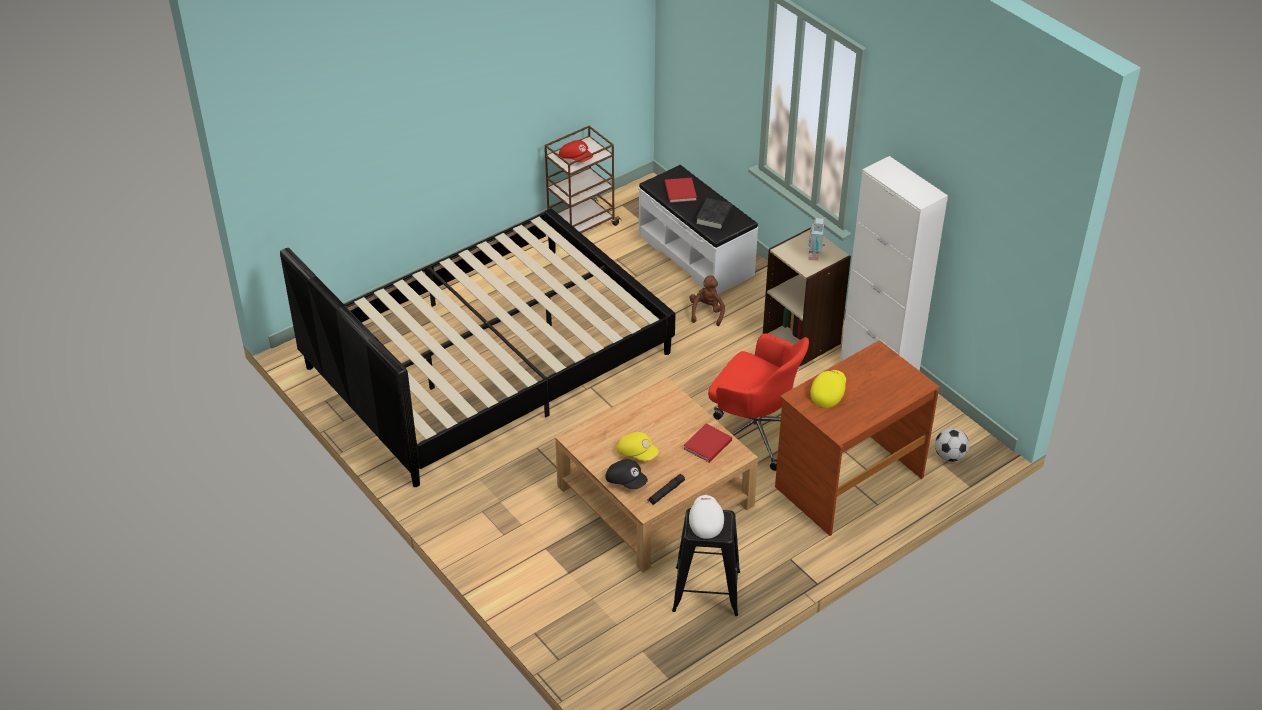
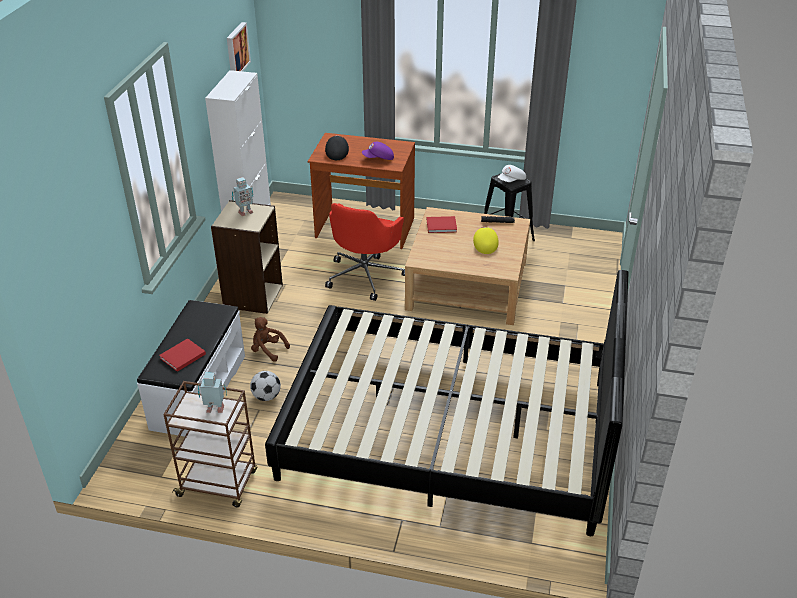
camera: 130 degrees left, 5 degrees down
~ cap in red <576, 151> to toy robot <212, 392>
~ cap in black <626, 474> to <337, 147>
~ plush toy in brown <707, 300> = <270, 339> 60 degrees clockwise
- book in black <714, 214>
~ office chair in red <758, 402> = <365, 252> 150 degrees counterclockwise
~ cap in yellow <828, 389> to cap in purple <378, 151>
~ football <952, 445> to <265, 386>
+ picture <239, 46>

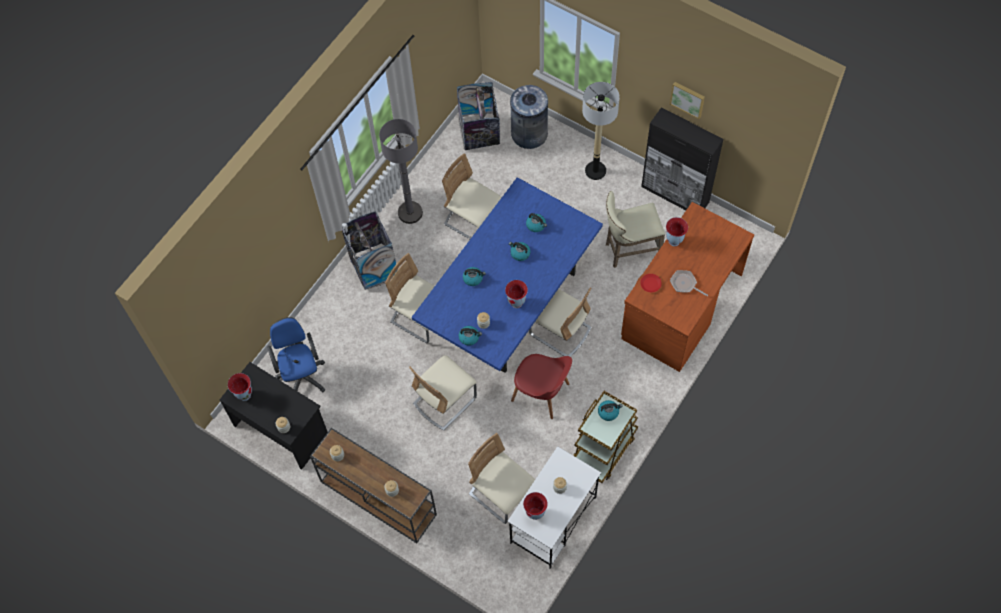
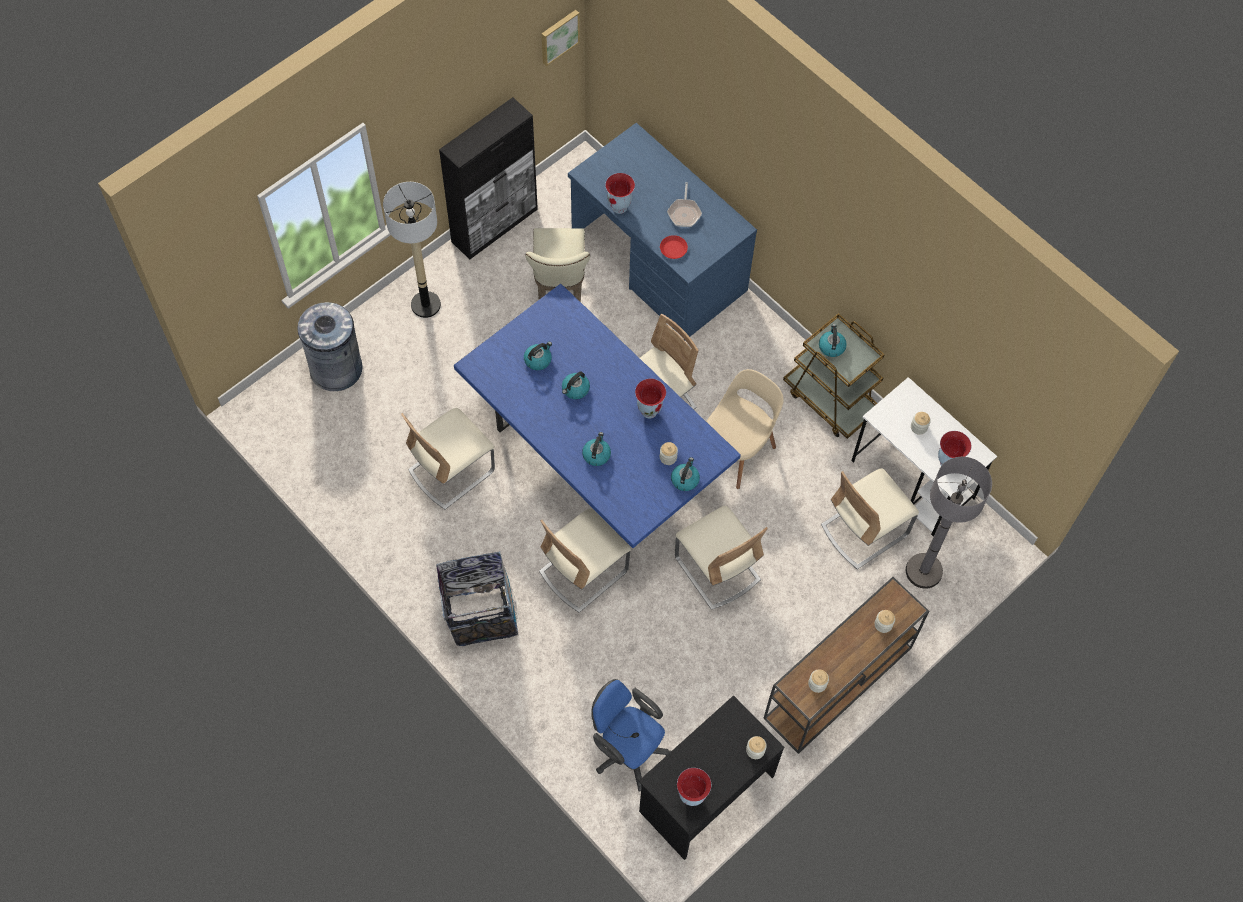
camera: 80 degrees left, 0 degrees up
~ office chair in blue <296, 354> = <631, 735> 45 degrees clockwise
~ floor lamp in grey <401, 171> to <949, 523>
- trash can <478, 116>
~ chair in red <541, 386> to chair in beige <745, 429>
~ desk in brown <687, 287> to desk in blue <662, 232>
~ picture <687, 100> to <561, 38>
~ frying pan <689, 283> = <684, 204> 45 degrees counterclockwise

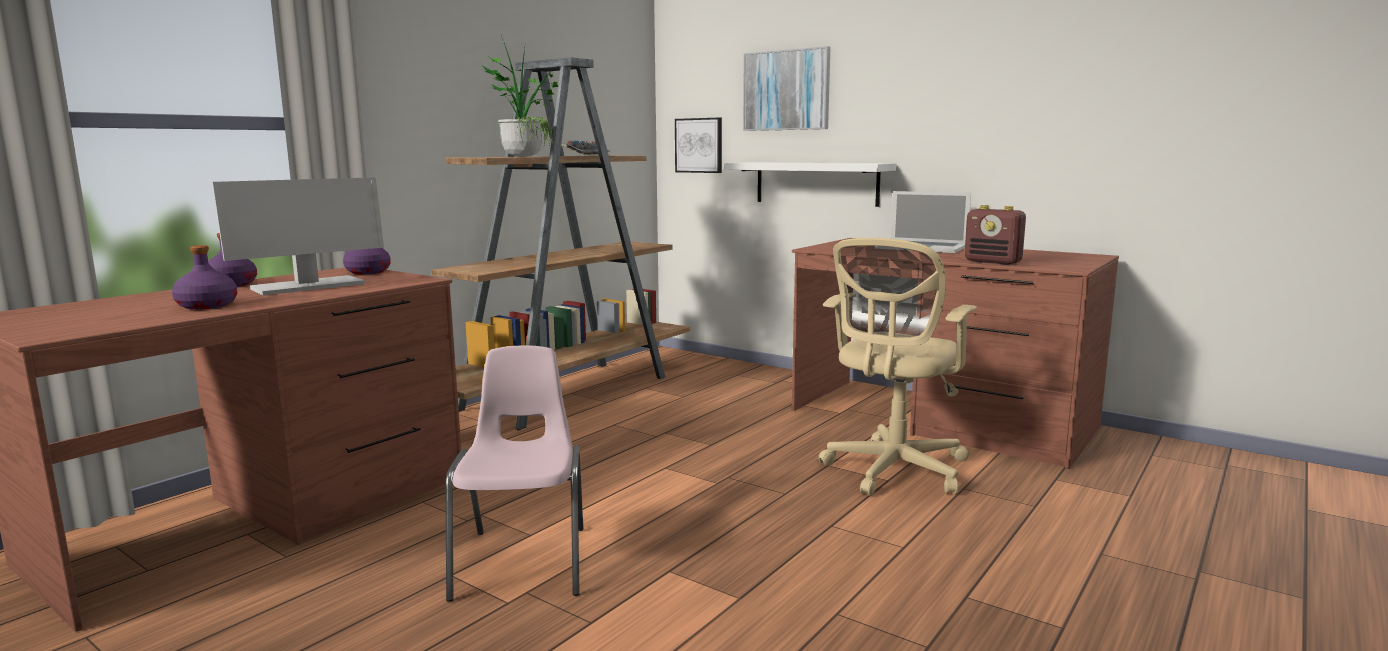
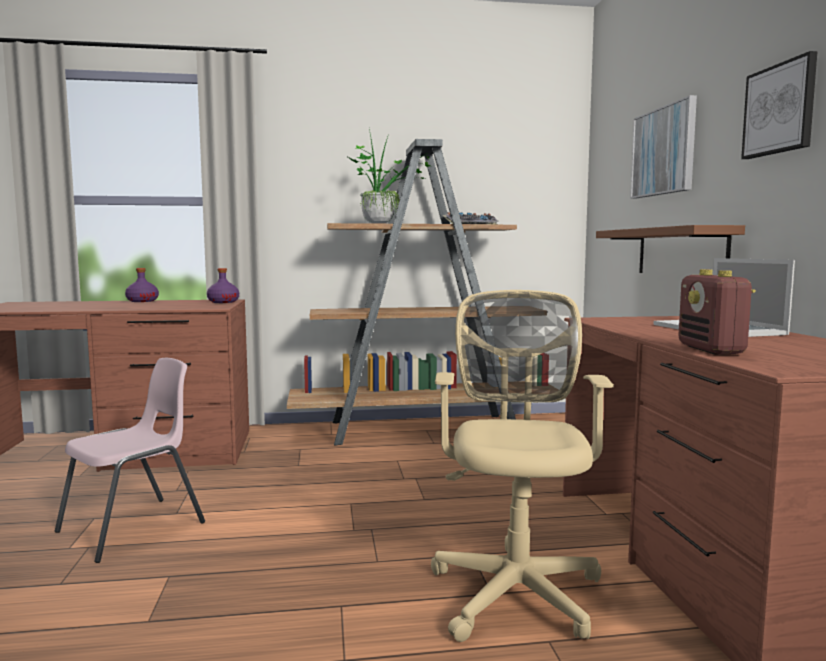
camera: 45 degrees right, 5 degrees down
- bottle in purple <204, 277>
- monitor <298, 236>
~ picture <698, 145> to <779, 105>
~ shelf in white <810, 184> to shelf in brown <670, 249>
~ office chair in beige <897, 367> = <522, 466> 105 degrees clockwise

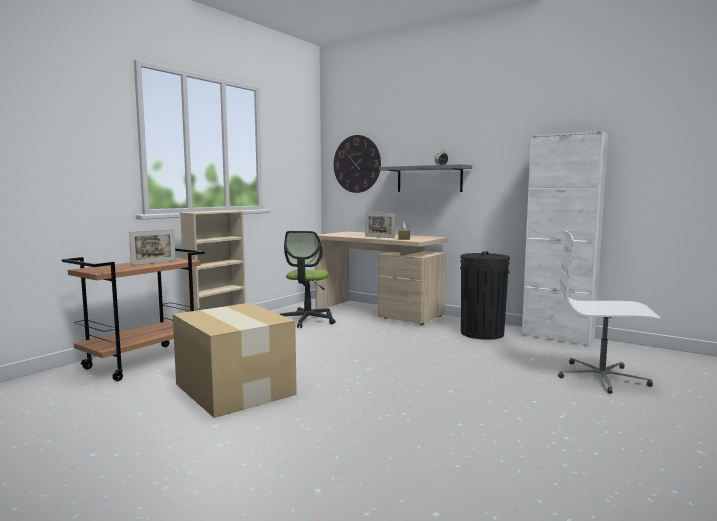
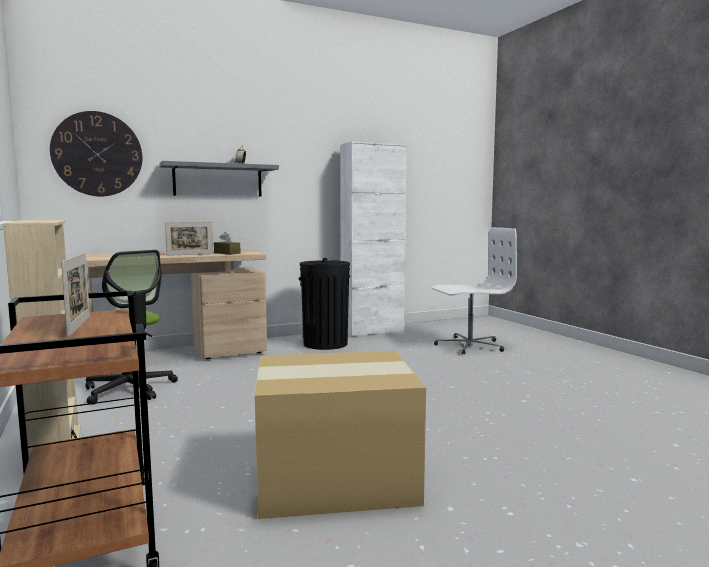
camera: 60 degrees left, 0 degrees up
~ office chair in white <609, 312> = <474, 290> 150 degrees counterclockwise

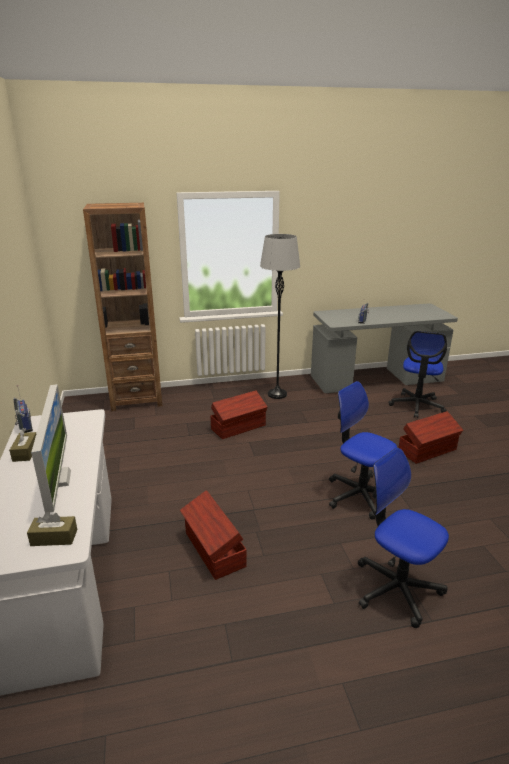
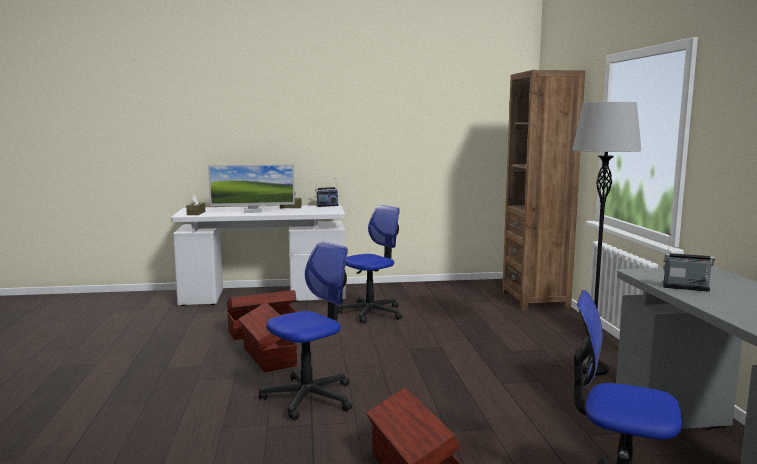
camera: 95 degrees right, 15 degrees down
~ storage box in brown <239, 414> to <267, 337>
~ office chair <403, 538> to <370, 264>

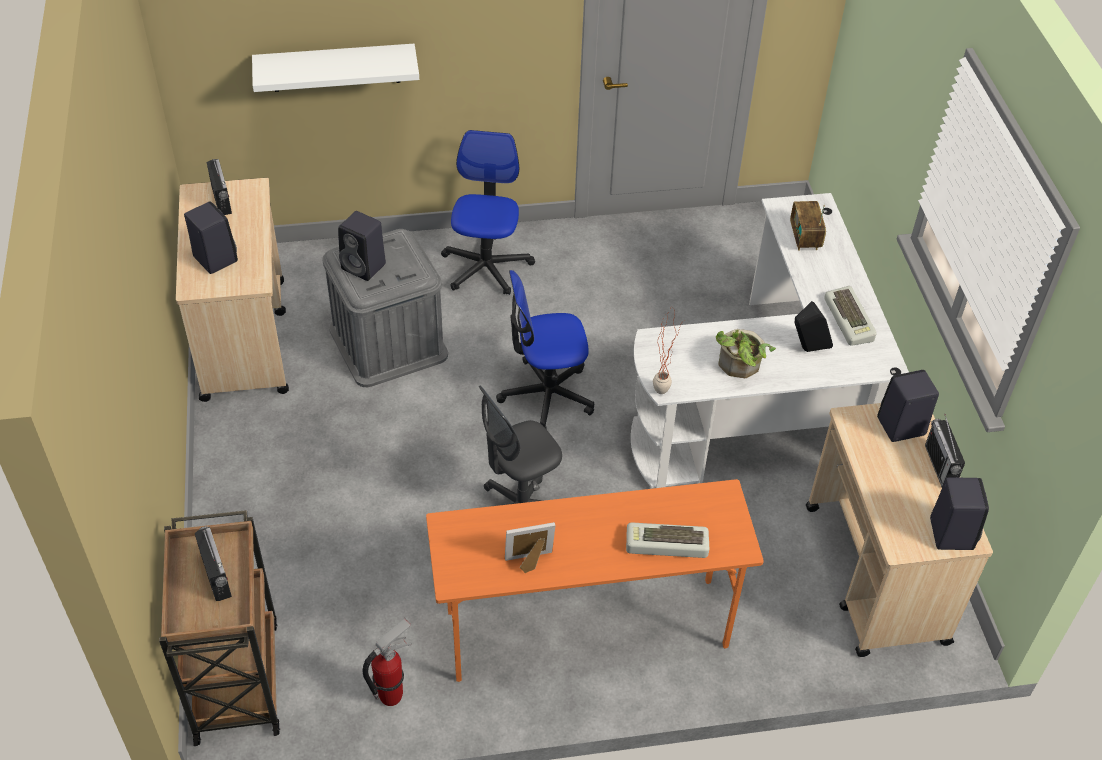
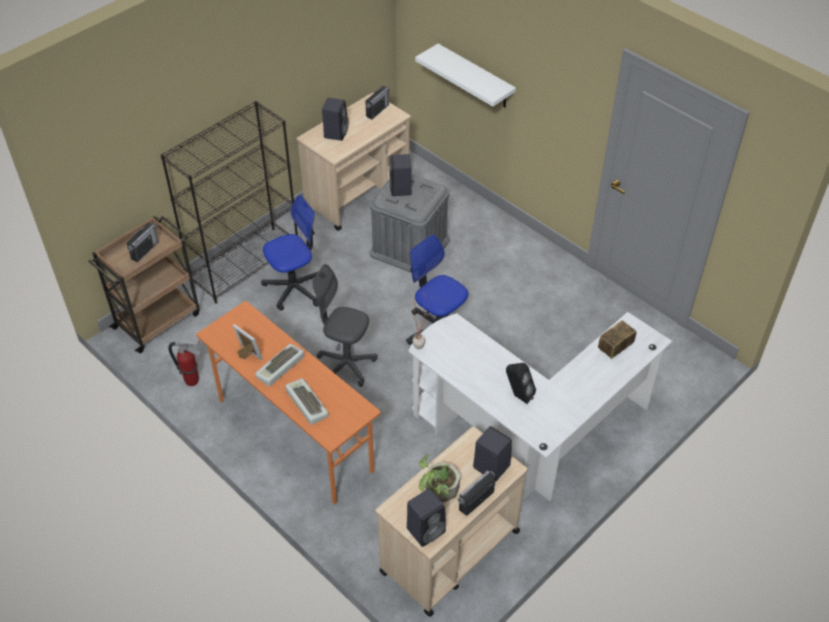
camera: 55 degrees right, 0 degrees up
~ office chair <488, 212> to <290, 253>
~ potted plant <746, 354> to <439, 478>
~ keyboard <850, 316> to <279, 365>
+ bookcase in black <229, 202>

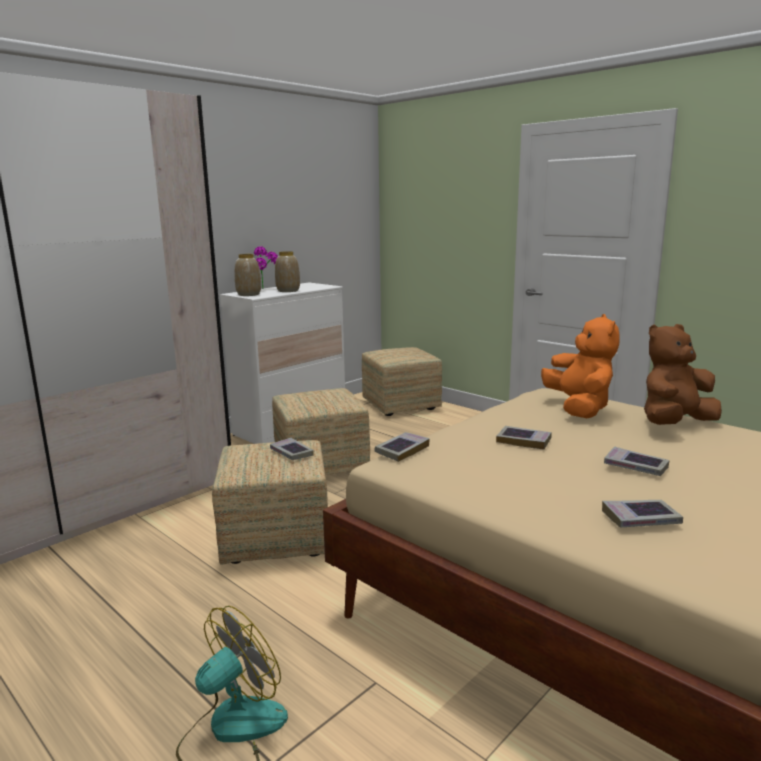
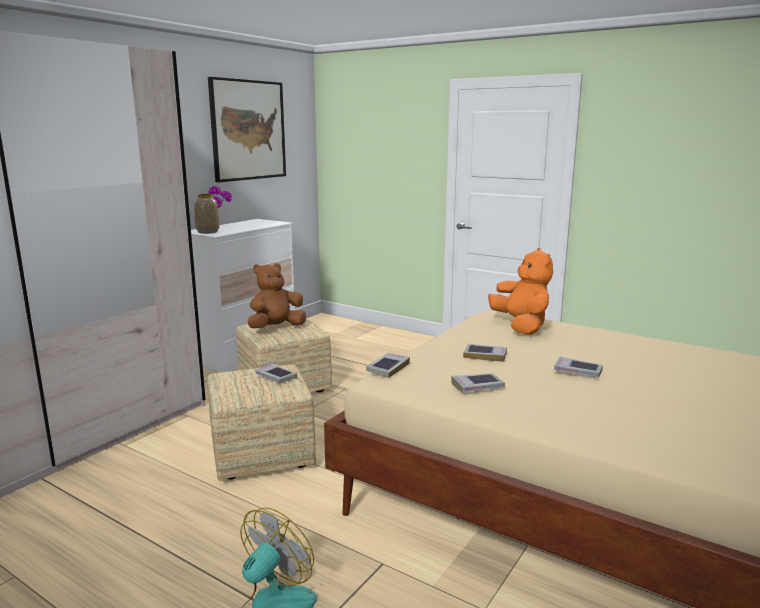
camera: 10 degrees left, 0 degrees up
- vase <287, 271>
- ottoman <402, 381>
~ book <642, 514> to <478, 382>
~ plush toy in brown <683, 374> to <277, 295>
+ picture <247, 129>

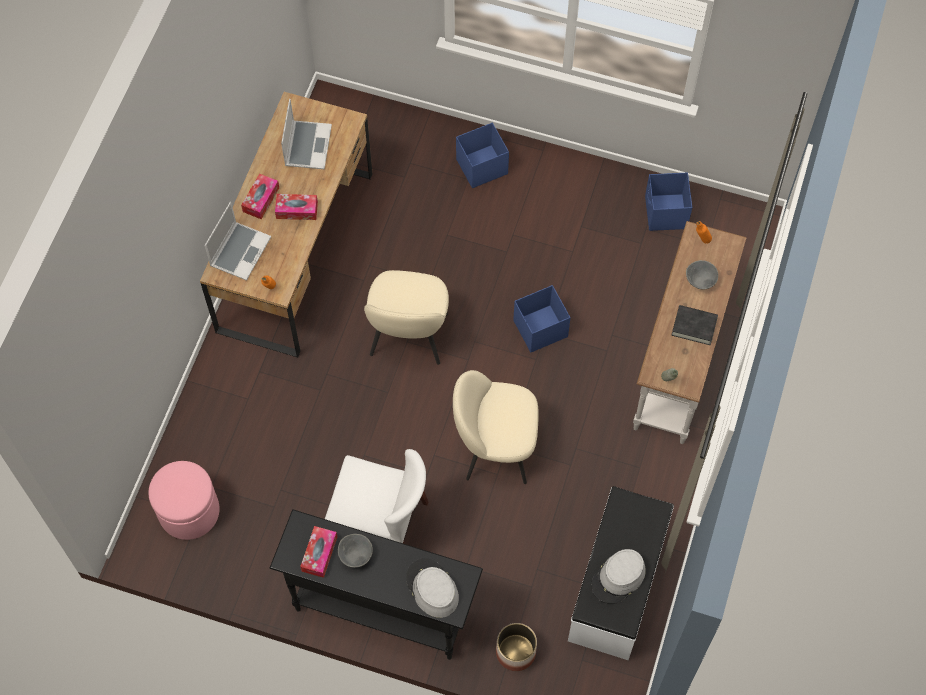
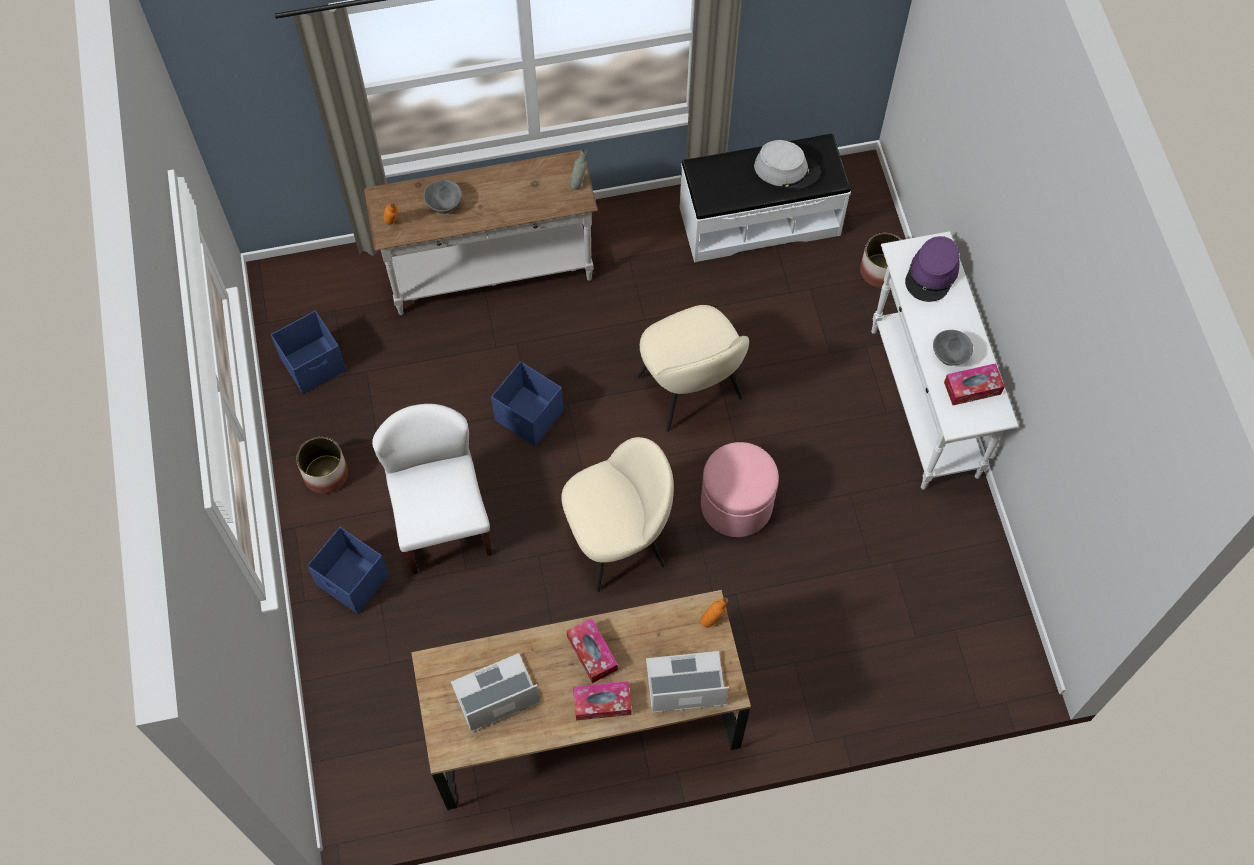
camera: 120 degrees left, 0 degrees up
~ ottoman in pink <184, 500> to <740, 489>
~ console table in black <376, 584> to console table in white <945, 360>
~ chair in white <376, 496> to <432, 489>
~ hat in grey <432, 588> to hat in purple <932, 269>
- book in black <694, 325>
+ planter <322, 465>

